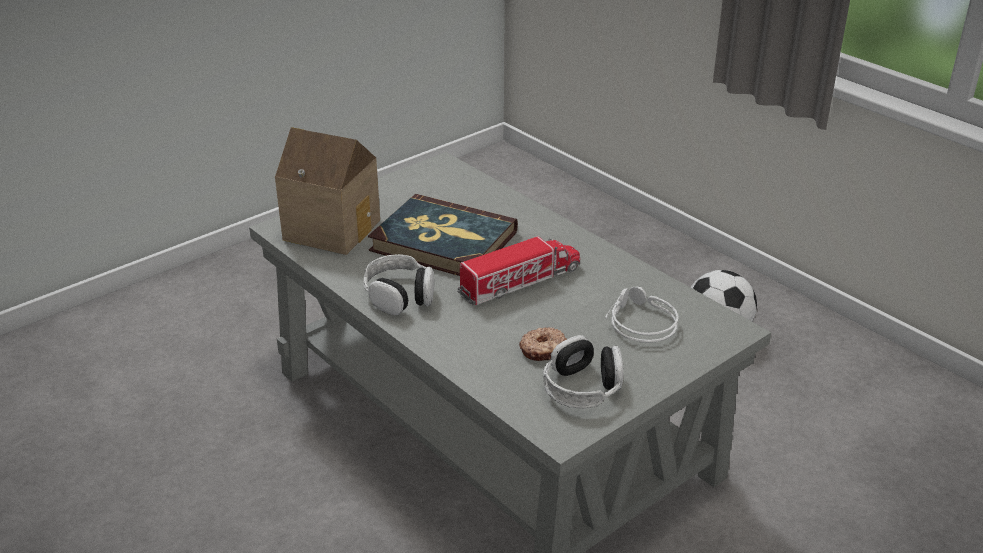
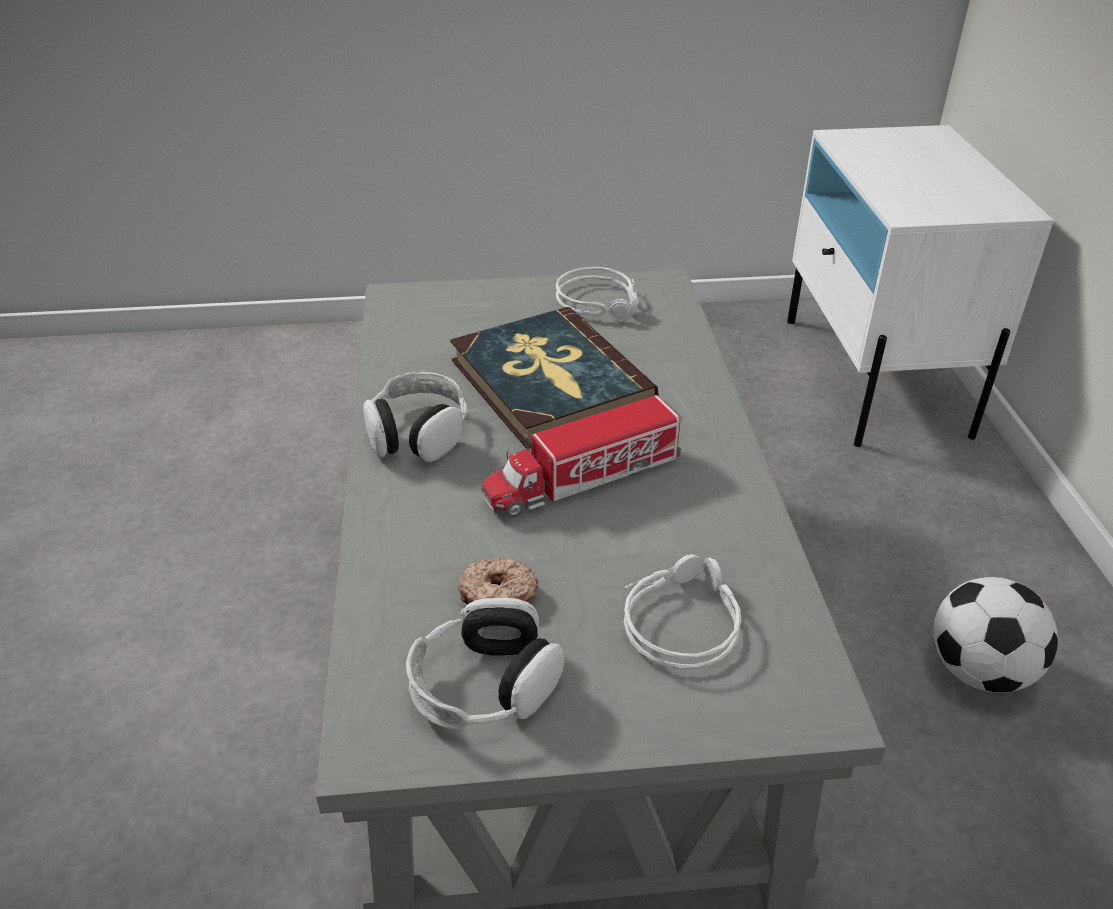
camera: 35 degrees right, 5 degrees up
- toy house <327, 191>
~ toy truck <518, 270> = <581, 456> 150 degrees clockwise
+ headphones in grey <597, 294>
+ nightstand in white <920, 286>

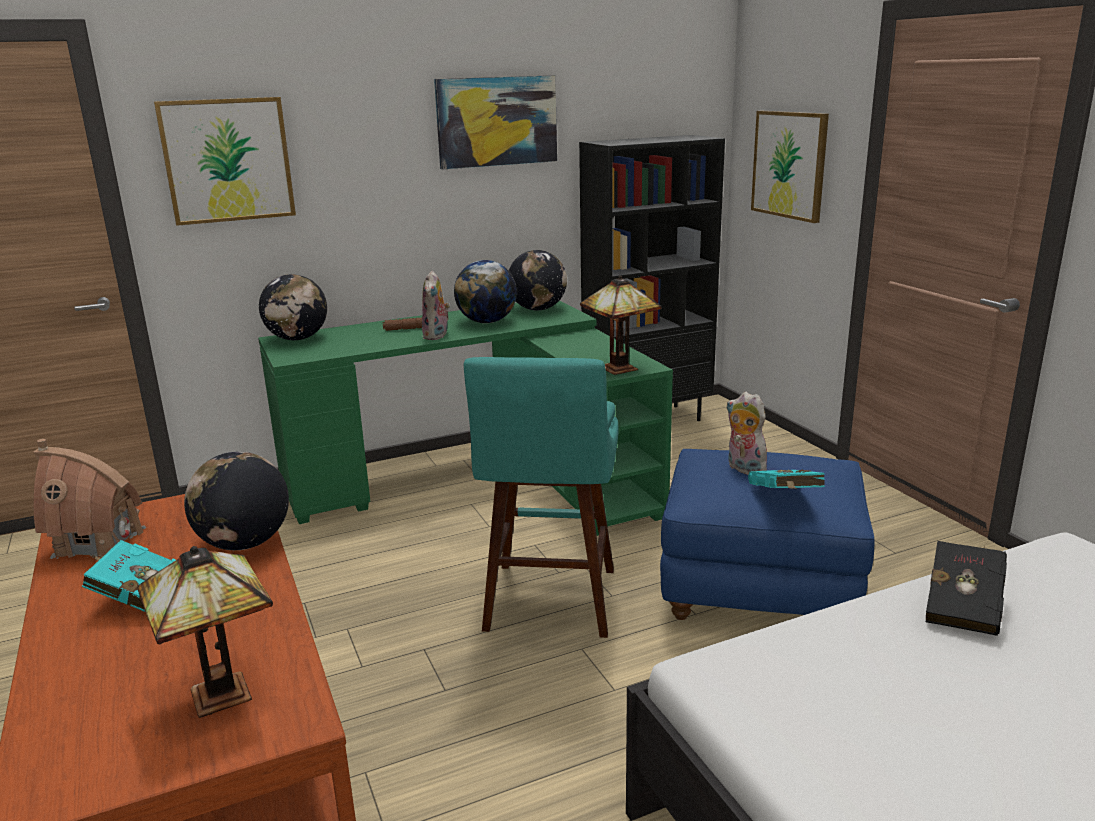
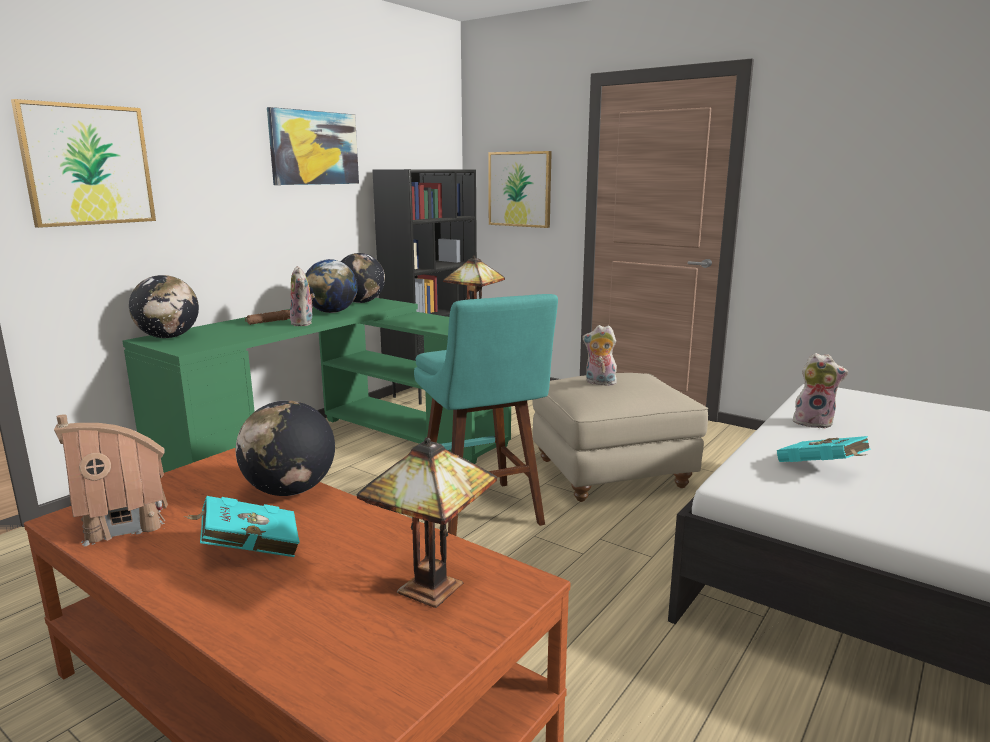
camera: 30 degrees left, 5 degrees down
~ ottoman in blue <767, 534> to ottoman in beige <620, 437>
~ book in turquoise <786, 479> to <824, 449>
~ book in black <966, 588> to plush toy <820, 390>

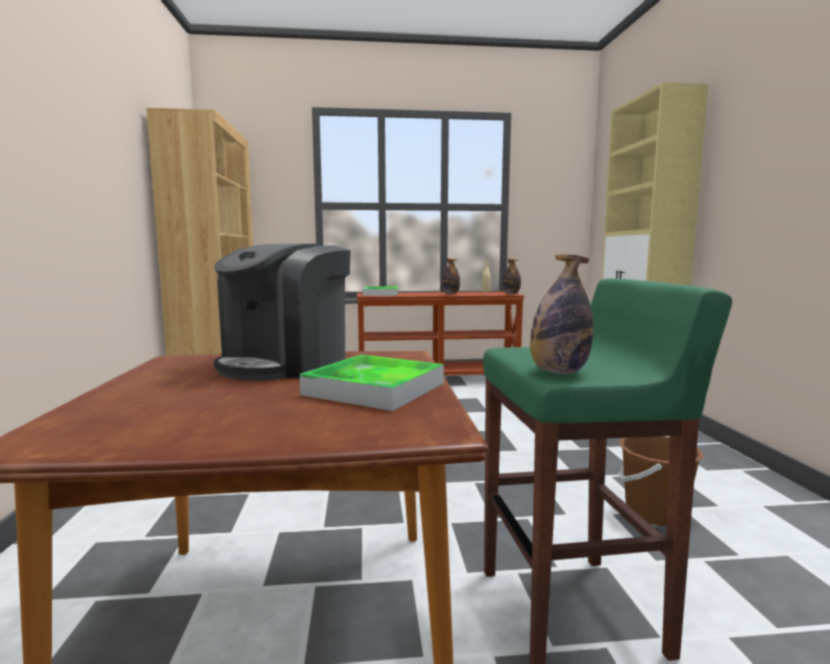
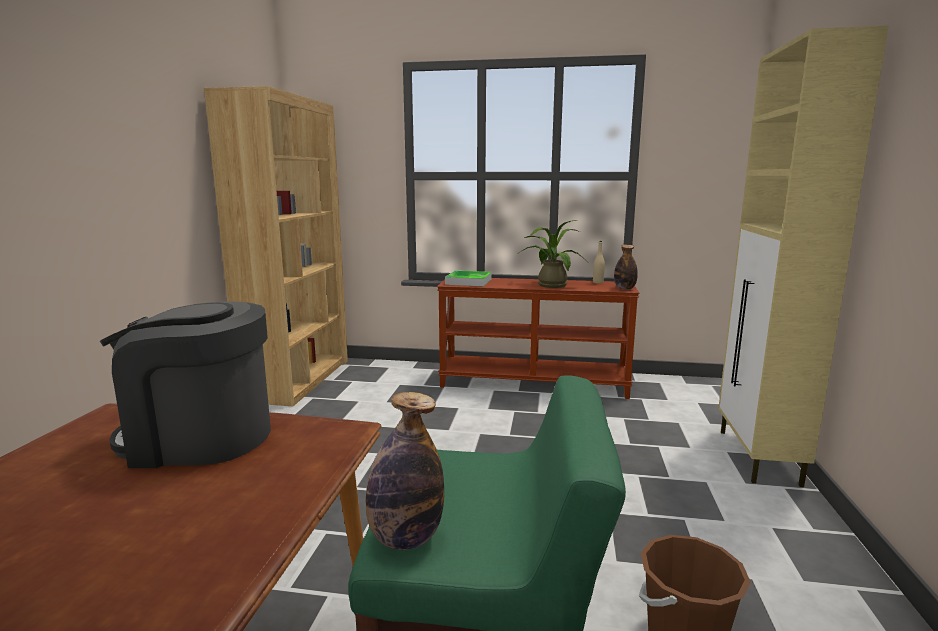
camera: 15 degrees right, 5 degrees up
~ coffee machine <282, 312> = <185, 384> 45 degrees clockwise
- tray <371, 383>
~ bottle <451, 276> to potted plant <551, 254>

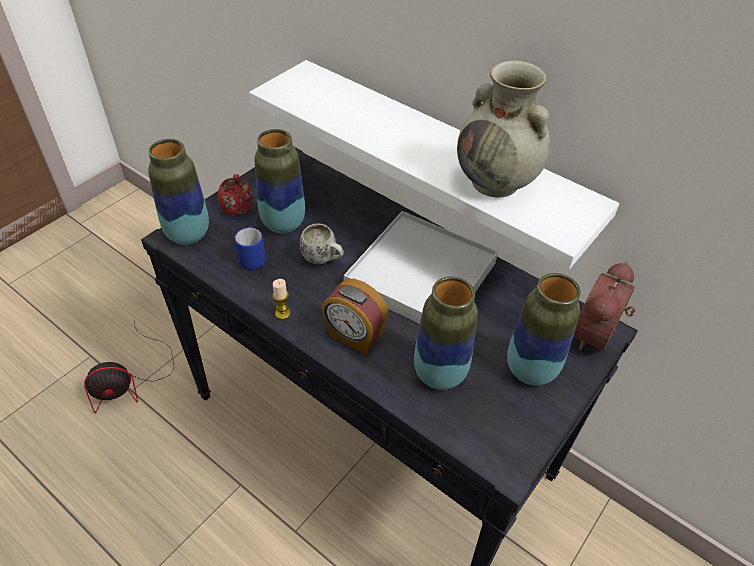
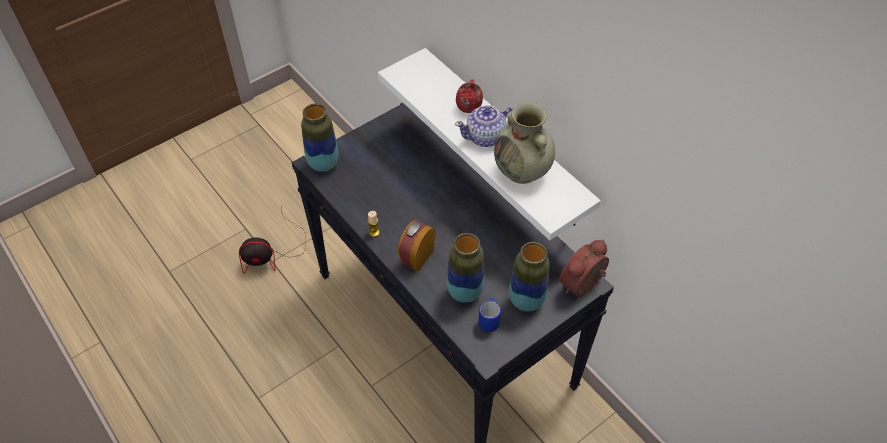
camera: 15 degrees right, 5 degrees up
~ mug in red <235, 195> to <469, 96>
~ mug in blue <250, 248> to <490, 315>
- vase <280, 181>
- mug in white <322, 243>
~ alarm clock <355, 317> = <417, 246> 75 degrees clockwise
- tray in white <421, 267>
+ teapot <484, 126>

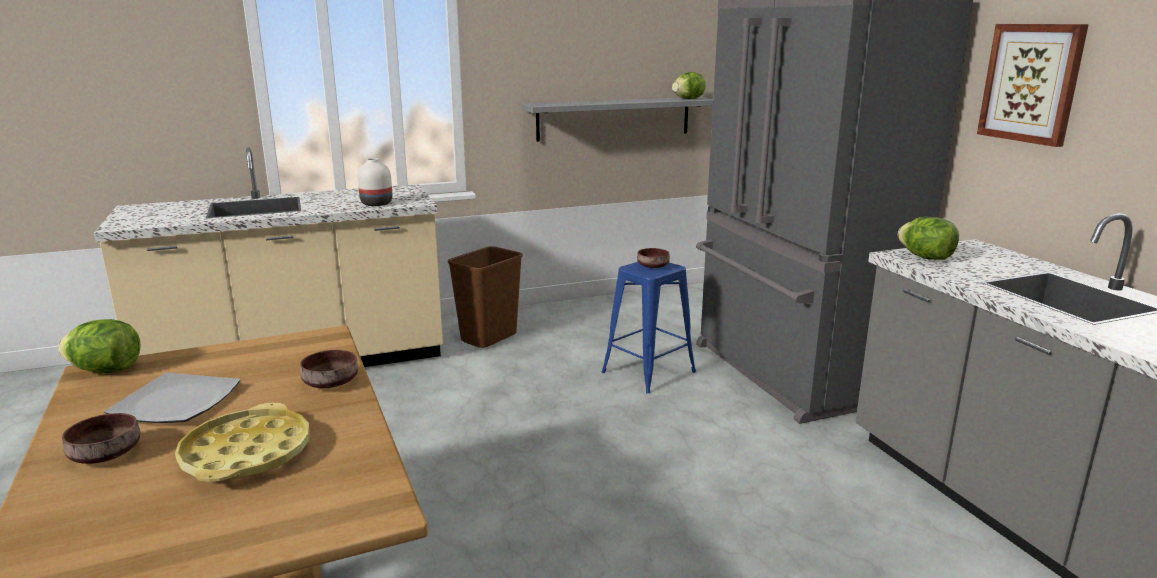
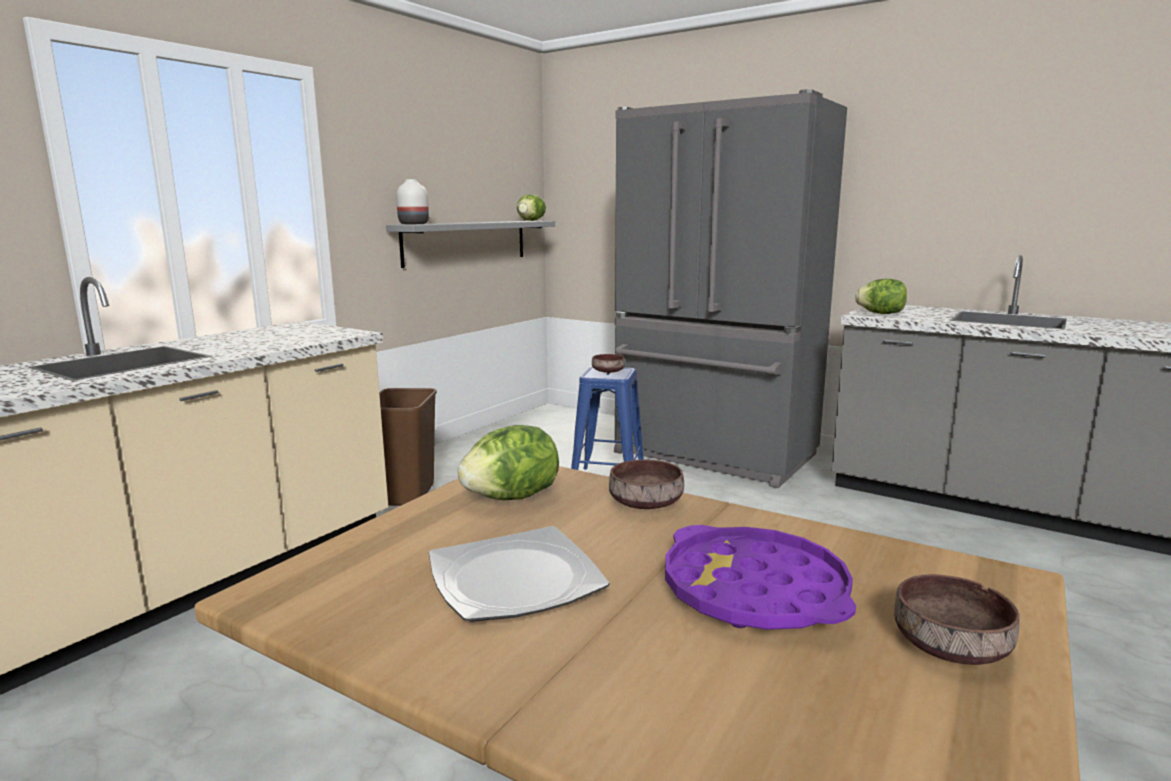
camera: 35 degrees left, 5 degrees down
~ lettuce <99, 346> to <508, 462>
~ bowl in brown <101, 438> to <957, 619>
~ tray in yellow <242, 442> to tray in purple <760, 577>
~ vase in white <374, 182> to <412, 201>
- picture <1033, 85>

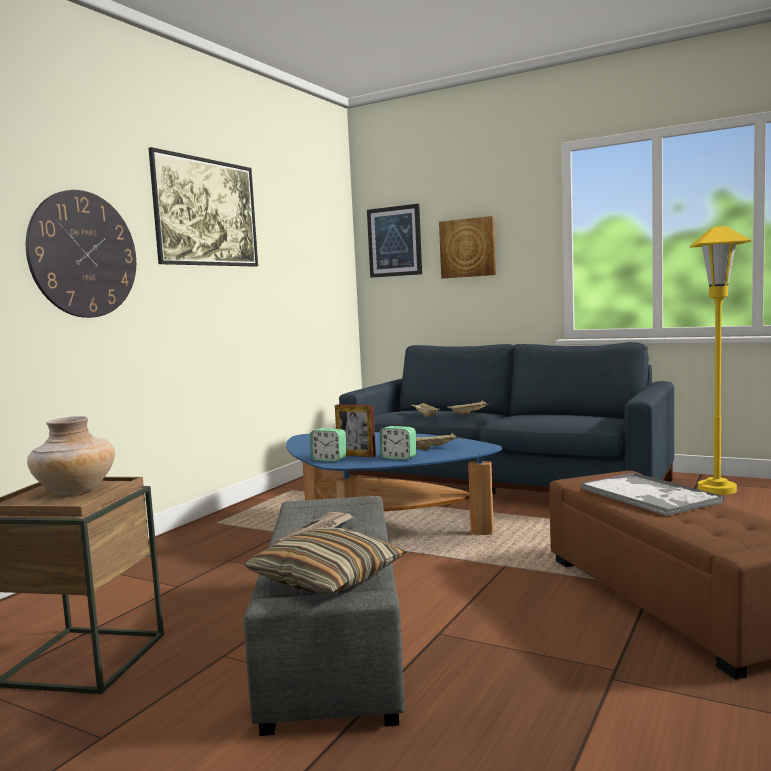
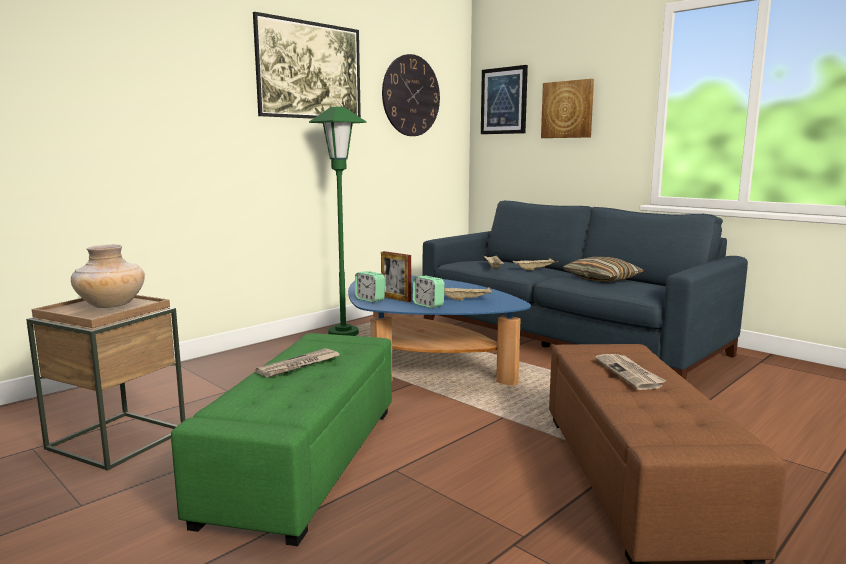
camera: 15 degrees right, 5 degrees up
~ wall clock <81, 254> to <411, 95>
~ ottoman in grey <324, 616> to ottoman in green <281, 439>
~ pillow <325, 560> to <604, 269>
~ tray <653, 494> to newspaper <631, 372>
- floor lamp in yellow <720, 360>
+ floor lamp in green <338, 221>

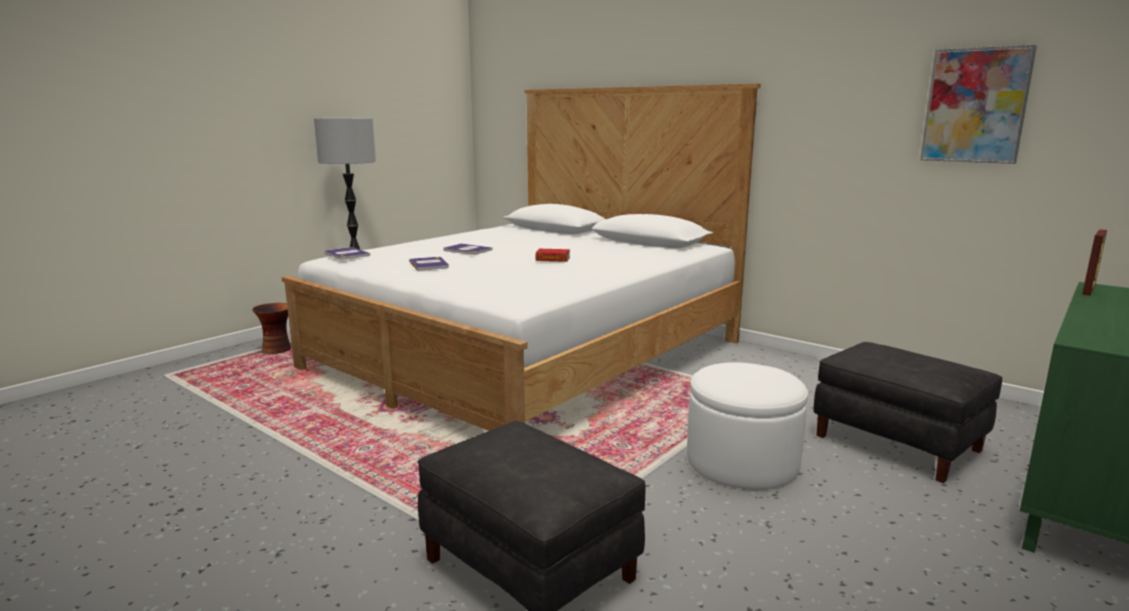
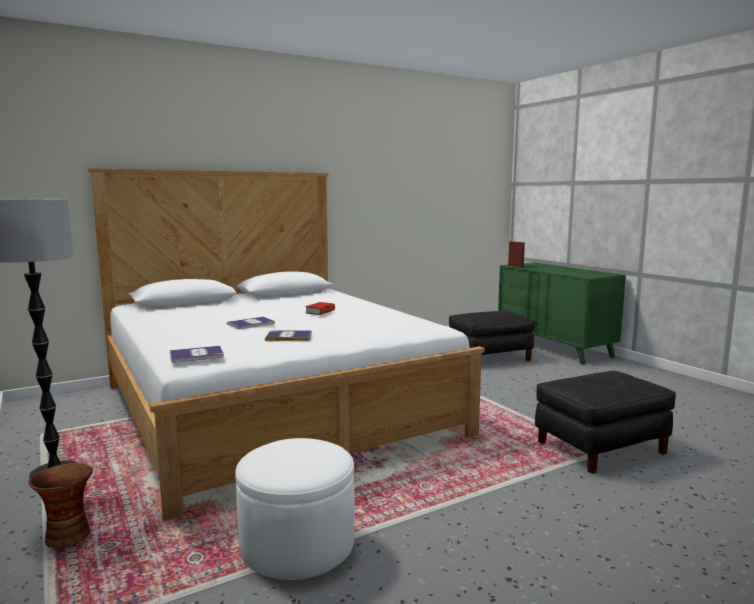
camera: 70 degrees left, 5 degrees down
~ ottoman in white <747, 426> to <295, 509>
- picture <978, 104>

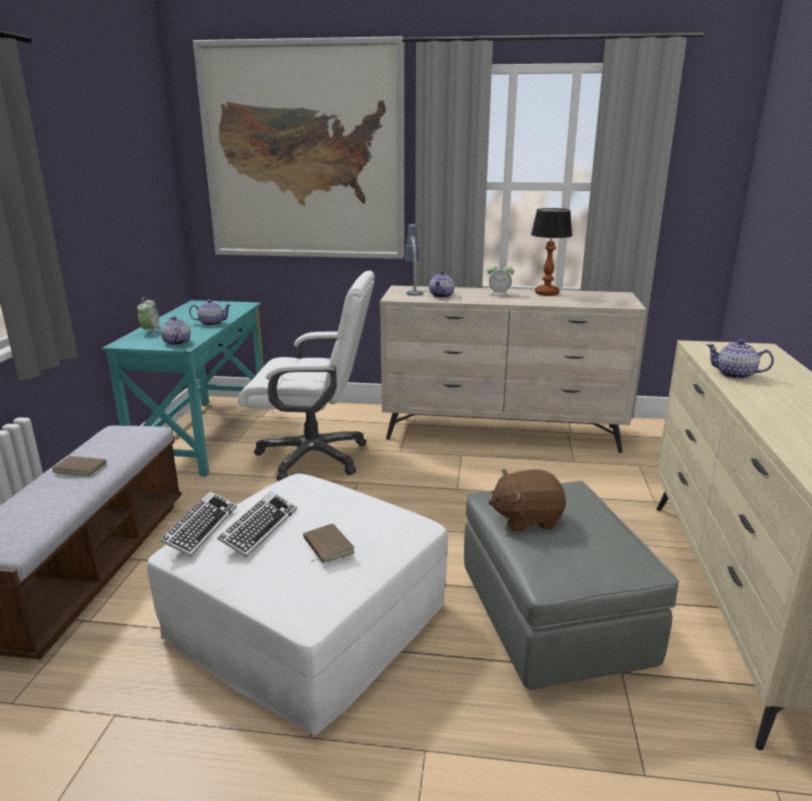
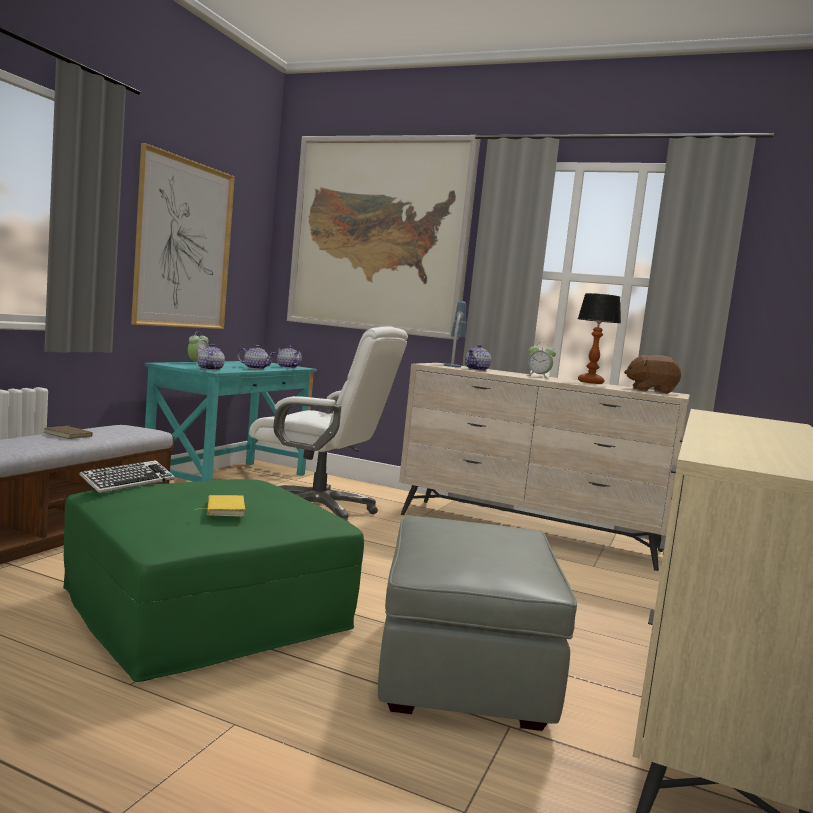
camera: 15 degrees right, 15 degrees down
~ ottoman in white <297, 604> to ottoman in green <213, 580>
- keyboard <257, 524>
~ book in brown <328, 543> to book in yellow <220, 506>
~ plush toy in brown <527, 500> to <652, 374>
~ teapot <740, 359> to <289, 357>
+ picture <183, 236>

